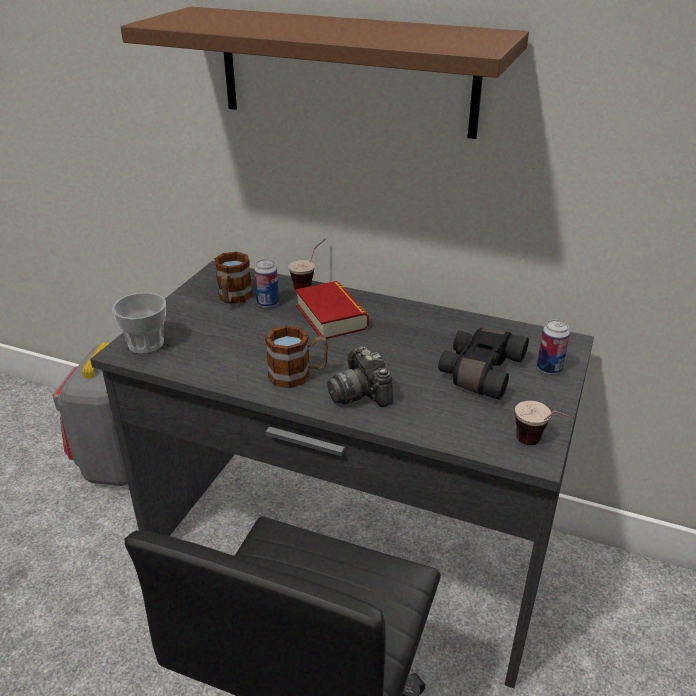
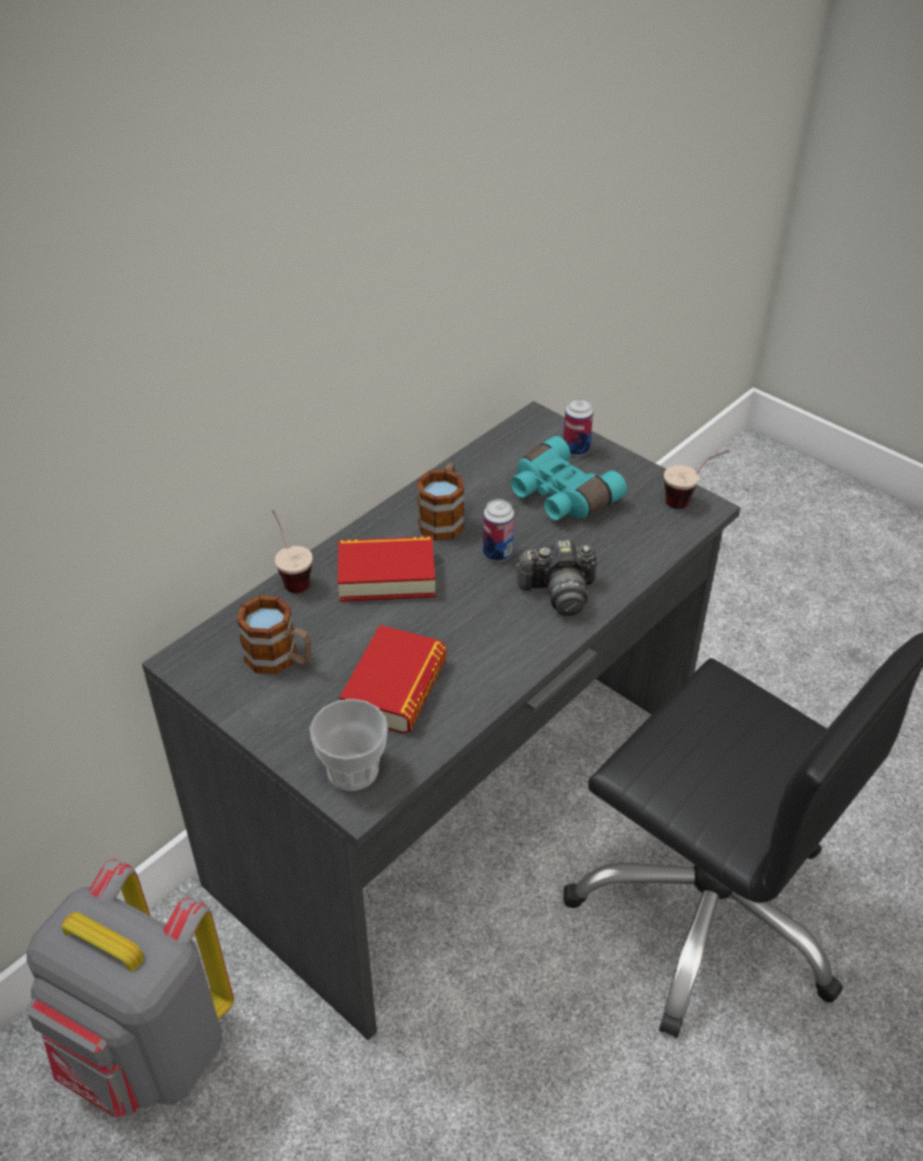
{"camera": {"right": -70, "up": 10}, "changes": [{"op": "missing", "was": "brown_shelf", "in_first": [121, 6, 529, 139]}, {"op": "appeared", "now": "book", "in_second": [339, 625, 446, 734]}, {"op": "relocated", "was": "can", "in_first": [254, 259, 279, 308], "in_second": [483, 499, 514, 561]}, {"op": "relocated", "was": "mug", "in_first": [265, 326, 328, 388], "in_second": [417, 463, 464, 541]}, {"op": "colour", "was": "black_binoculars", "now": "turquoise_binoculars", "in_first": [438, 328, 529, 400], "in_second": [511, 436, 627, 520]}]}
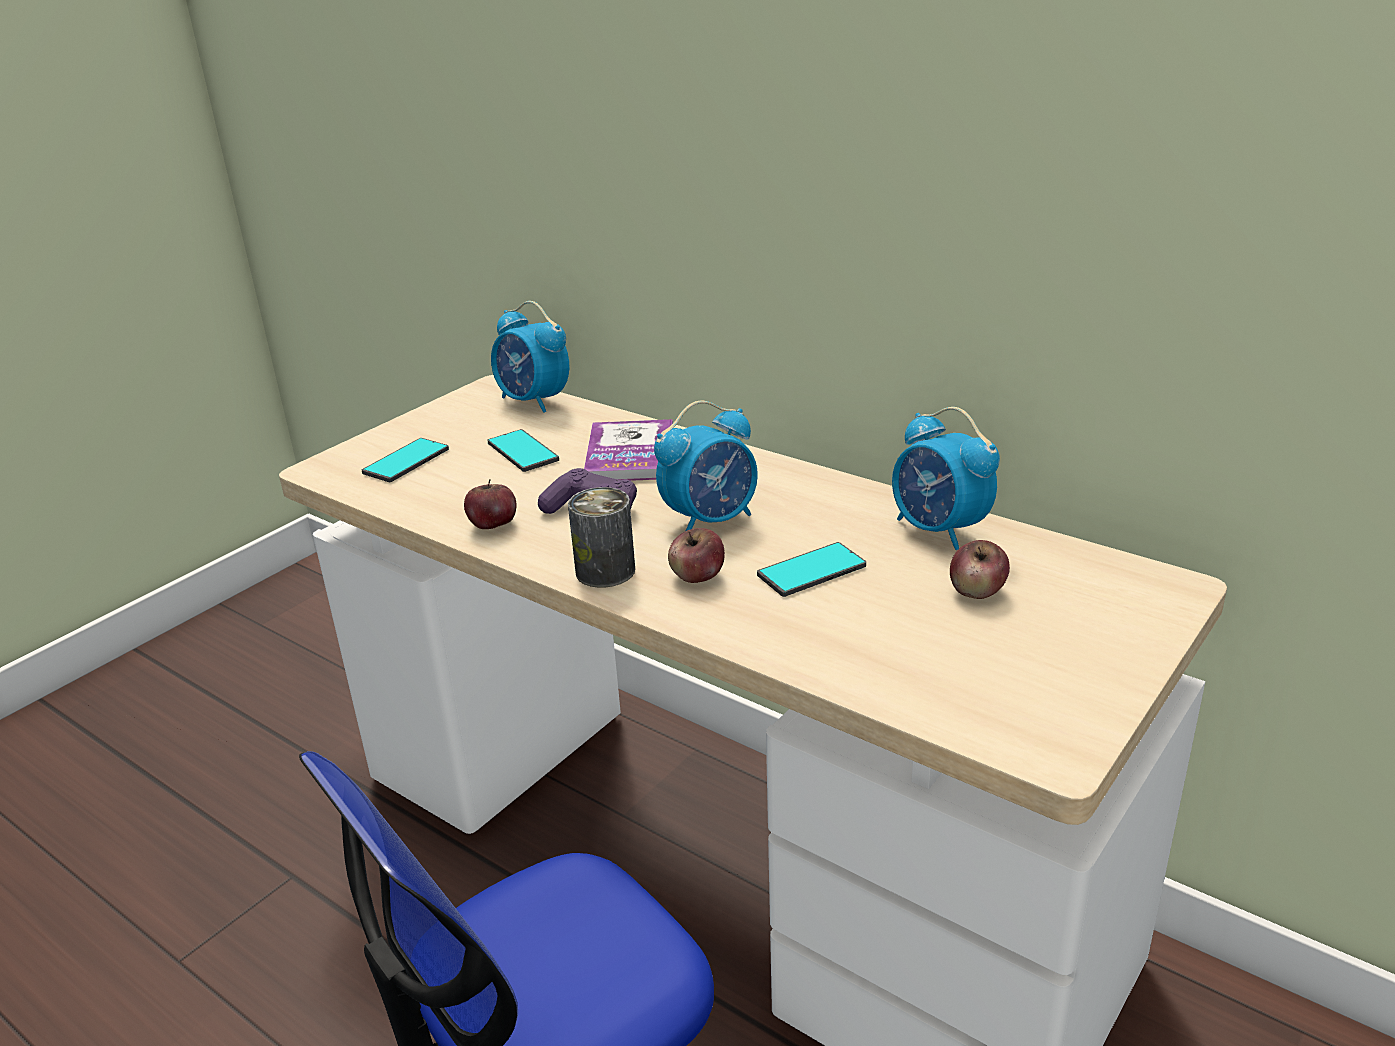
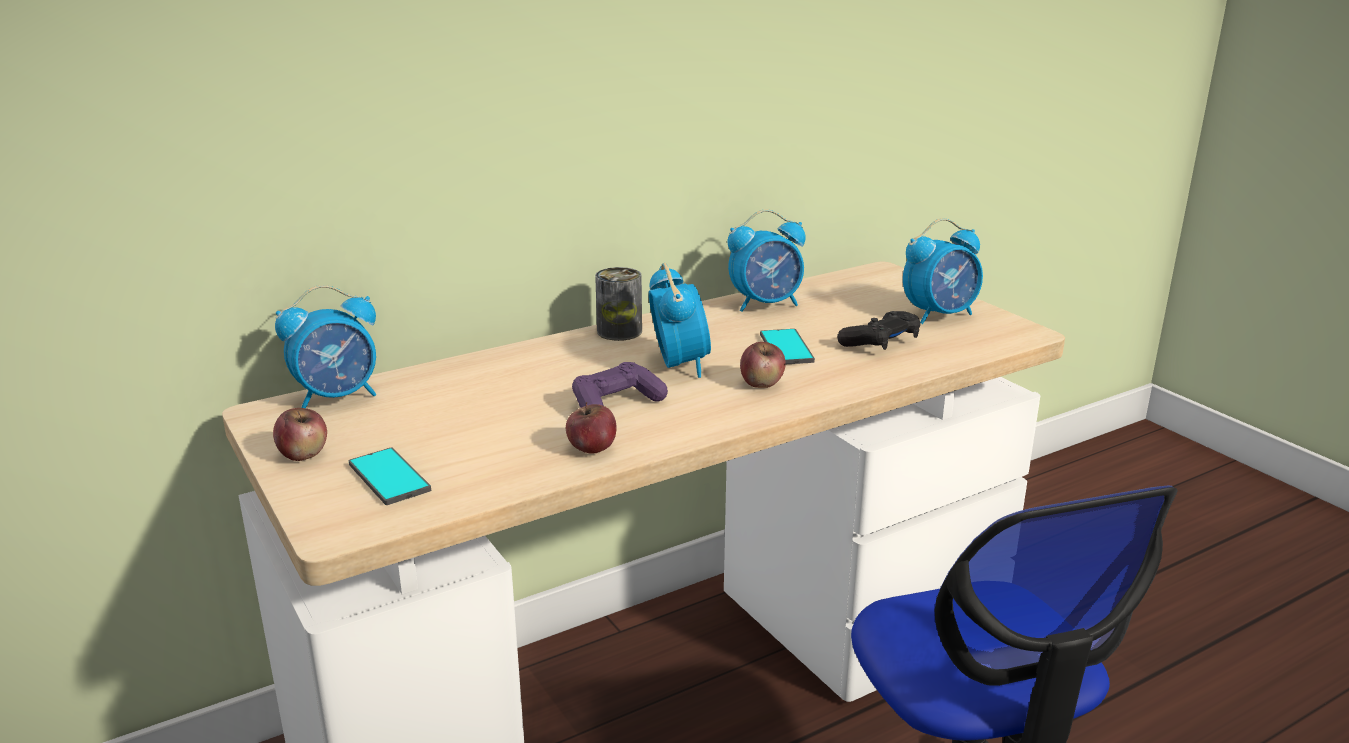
{"camera": {"right": -70, "up": -5}, "changes": [{"op": "missing", "was": "phone", "in_first": [487, 429, 559, 472]}, {"op": "missing", "was": "book", "in_first": [584, 419, 673, 481]}, {"op": "appeared", "now": "black_game_controller", "in_second": [837, 311, 920, 350]}, {"op": "appeared", "now": "alarm_clock", "in_second": [903, 218, 983, 324]}, {"op": "relocated", "was": "can", "in_first": [568, 487, 635, 588], "in_second": [595, 267, 642, 341]}, {"op": "relocated", "was": "apple", "in_first": [950, 540, 1010, 599], "in_second": [273, 408, 327, 461]}]}
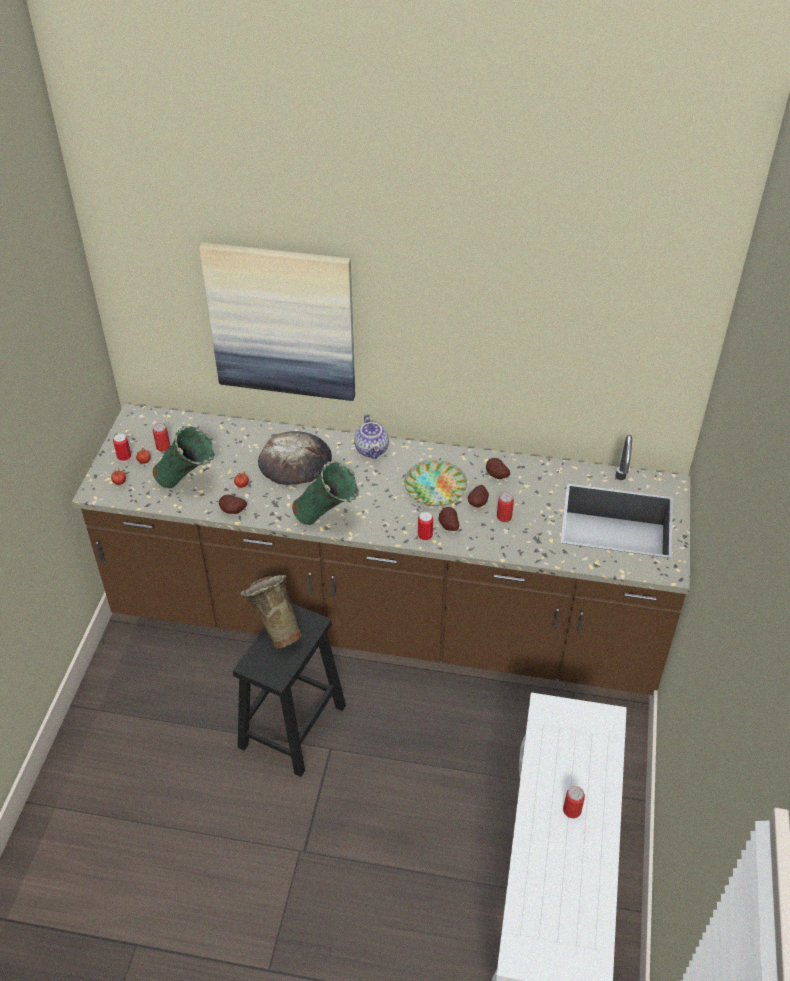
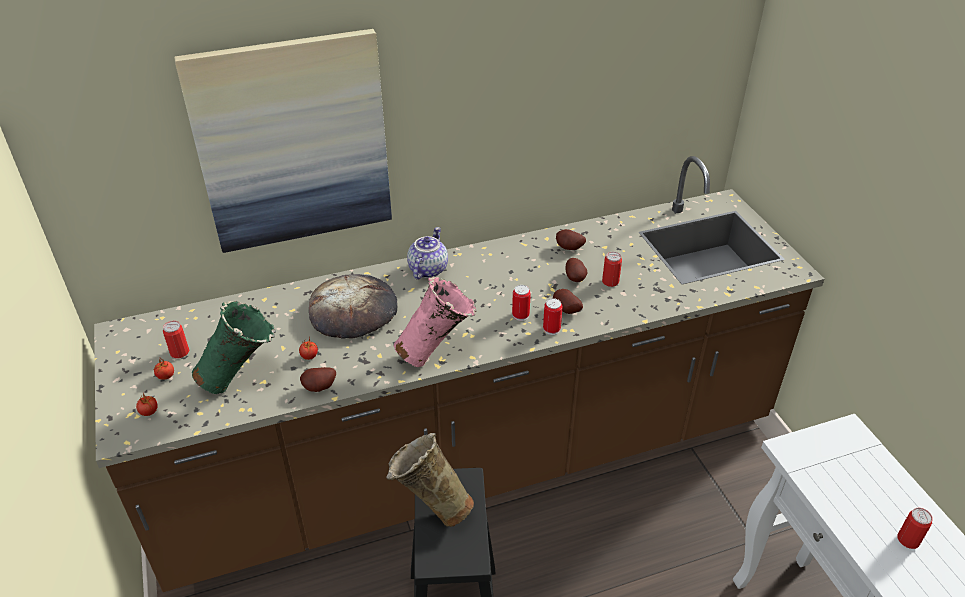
{"camera": {"right": -30, "up": -5}, "changes": [{"op": "missing", "was": "plate", "in_first": [404, 460, 467, 506]}, {"op": "relocated", "was": "can", "in_first": [113, 434, 131, 462], "in_second": [512, 285, 531, 321]}, {"op": "colour", "was": "green_vase", "now": "pink_vase", "in_first": [292, 461, 359, 525], "in_second": [394, 277, 477, 367]}, {"op": "spun", "was": "teapot", "in_first": [354, 415, 389, 459], "in_second": [407, 227, 448, 280], "clockwise": -120}]}
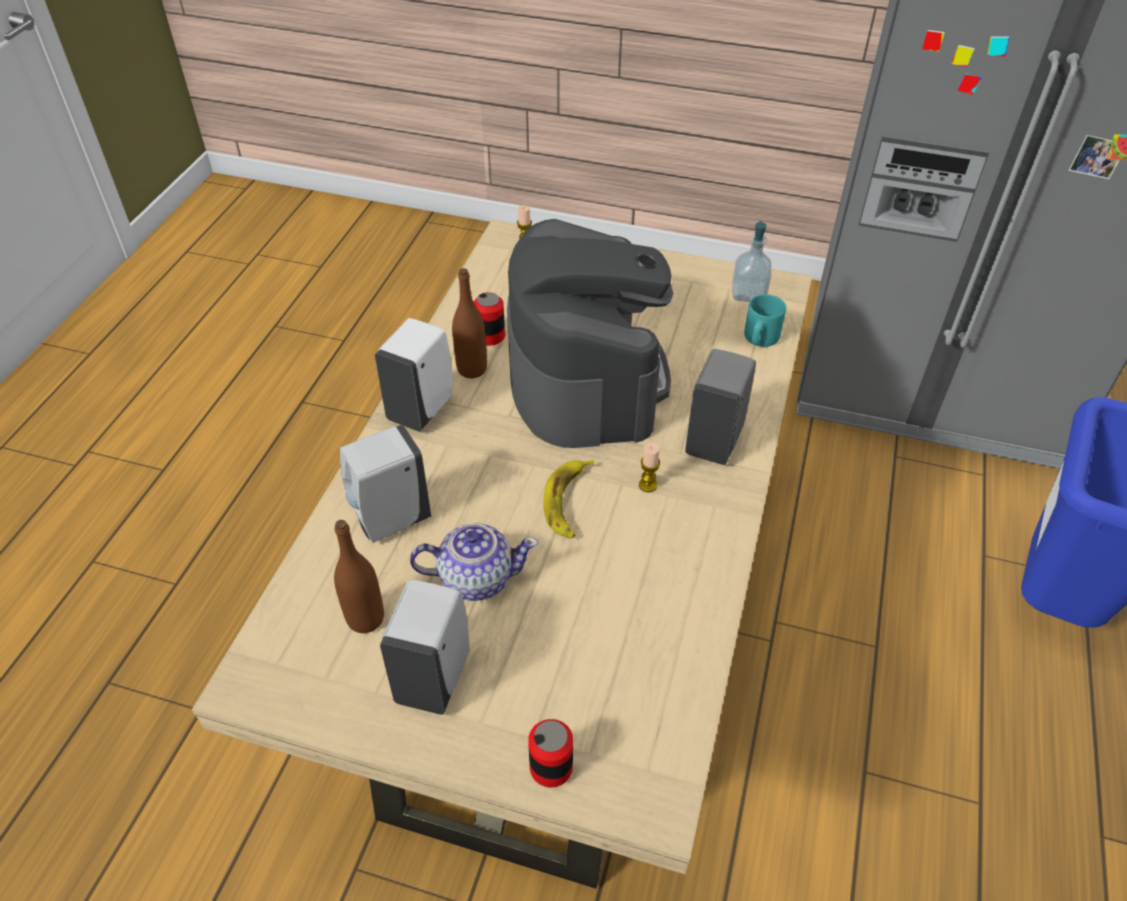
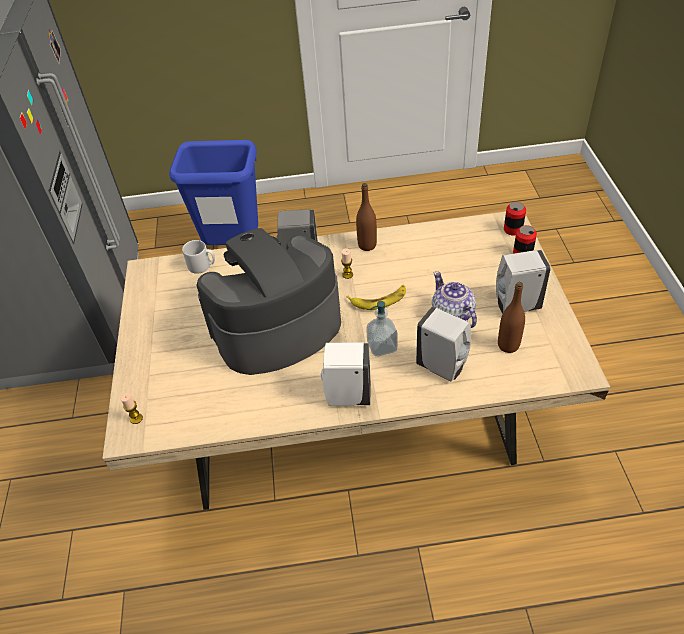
{"camera": {"right": -110, "up": 0}, "changes": [{"op": "relocated", "was": "brown_bottle", "in_first": [452, 268, 487, 378], "in_second": [356, 183, 377, 251]}, {"op": "relocated", "was": "can", "in_first": [474, 292, 505, 345], "in_second": [504, 202, 526, 236]}, {"op": "relocated", "was": "soap_dispenser", "in_first": [732, 221, 771, 302], "in_second": [366, 301, 398, 356]}, {"op": "colour", "was": "turquoise_mug", "now": "grey_mug", "in_first": [744, 294, 786, 347], "in_second": [182, 240, 215, 274]}]}
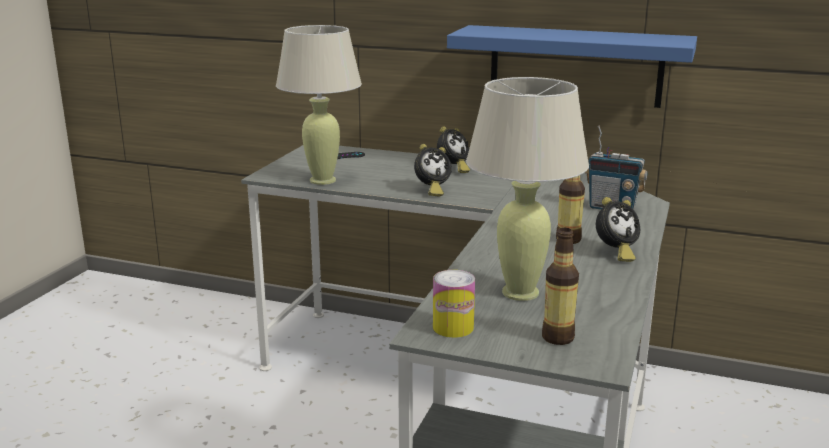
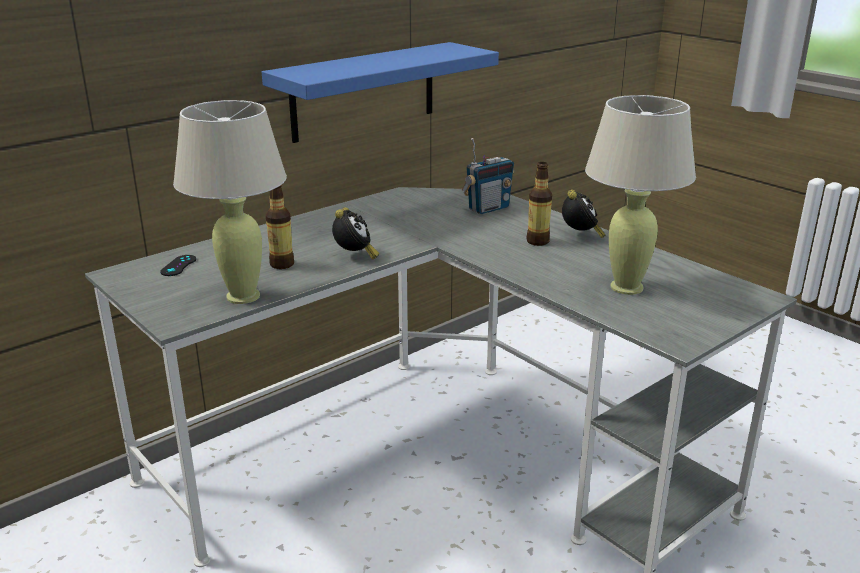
{"camera": {"right": -60, "up": 5}, "changes": [{"op": "missing", "was": "can", "in_first": [433, 270, 475, 338]}, {"op": "missing", "was": "alarm_clock", "in_first": [437, 126, 470, 173]}, {"op": "relocated", "was": "bottle", "in_first": [542, 228, 579, 345], "in_second": [266, 185, 294, 269]}]}
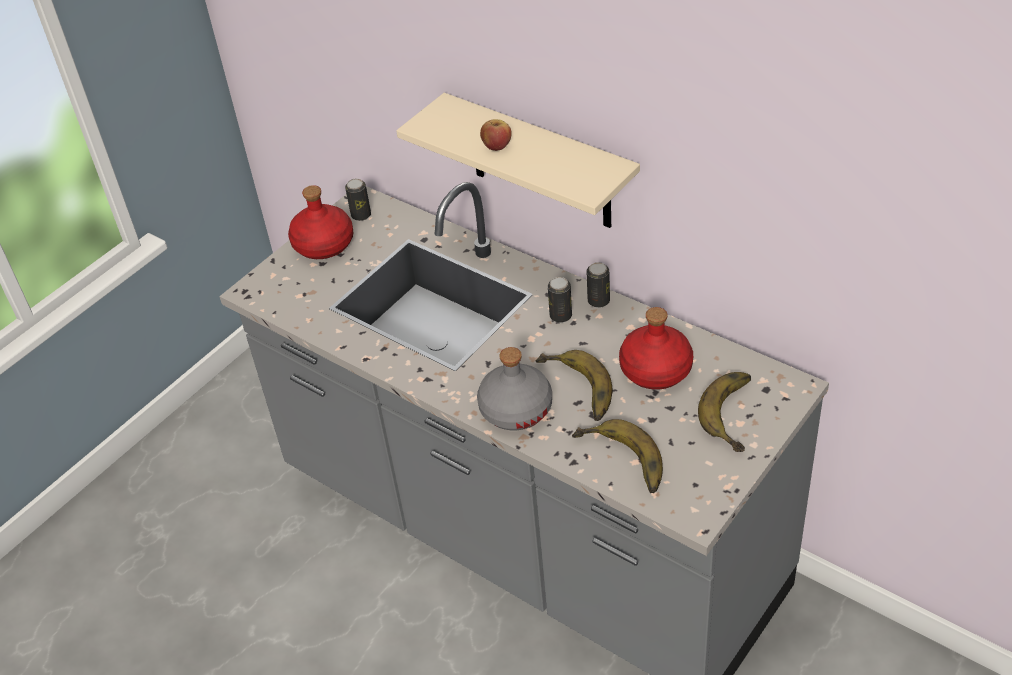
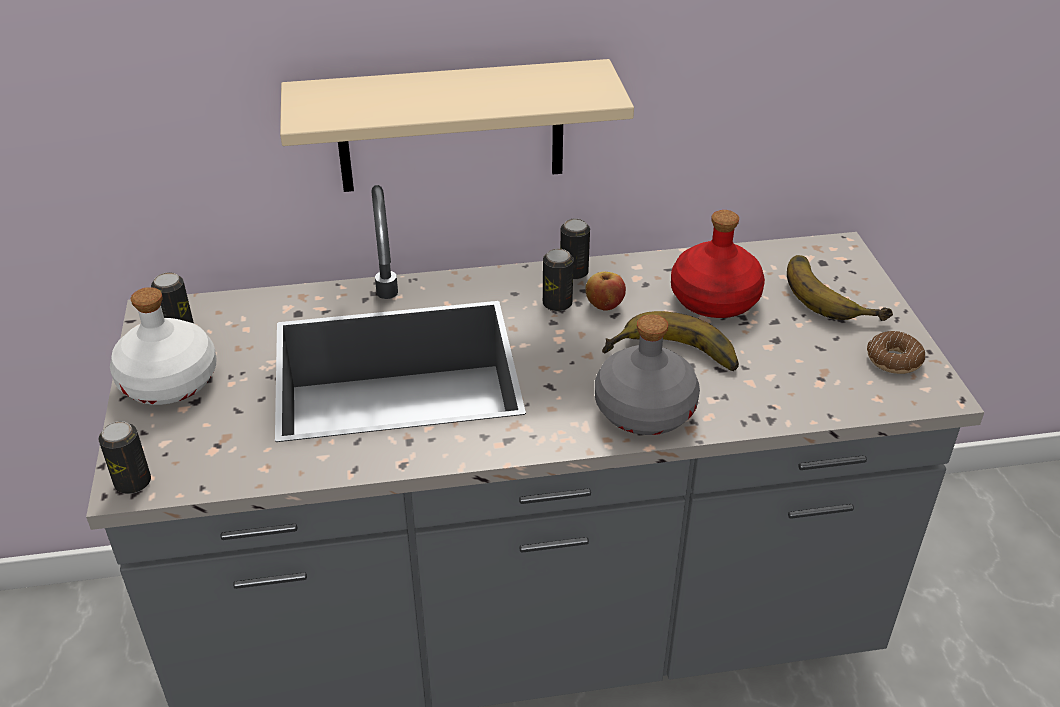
{"camera": {"right": -50, "up": -5}, "changes": [{"op": "missing", "was": "banana", "in_first": [572, 419, 663, 493]}, {"op": "appeared", "now": "can", "in_second": [99, 421, 151, 494]}, {"op": "appeared", "now": "donut", "in_second": [867, 331, 925, 374]}, {"op": "relocated", "was": "apple", "in_first": [480, 119, 512, 151], "in_second": [585, 272, 626, 311]}, {"op": "colour", "was": "red_bottle", "now": "white_bottle", "in_first": [288, 185, 354, 259], "in_second": [110, 287, 216, 405]}]}
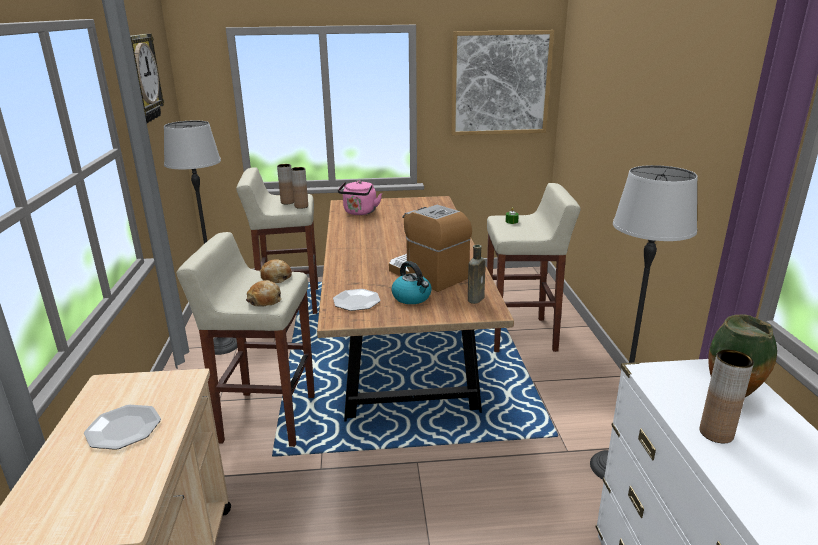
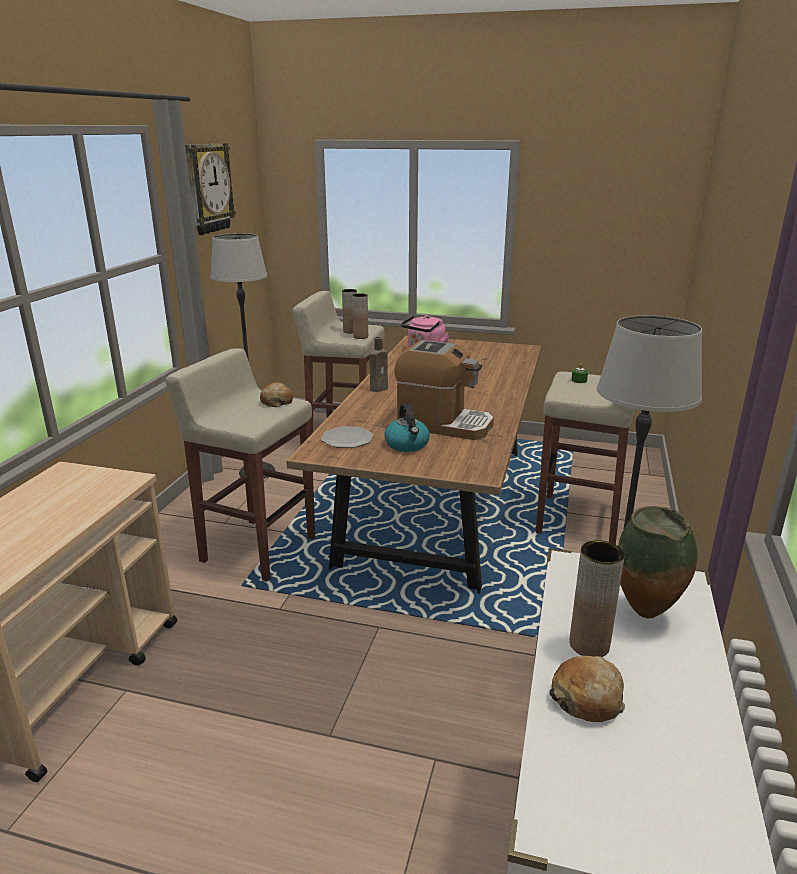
{"camera": {"right": 20, "up": 0}, "changes": [{"op": "missing", "was": "plate", "in_first": [84, 405, 161, 450]}, {"op": "missing", "was": "picture", "in_first": [451, 30, 554, 135]}, {"op": "relocated", "was": "bread", "in_first": [246, 280, 281, 307], "in_second": [550, 656, 625, 722]}, {"op": "relocated", "was": "brown_bottle", "in_first": [468, 245, 485, 304], "in_second": [369, 337, 388, 392]}, {"op": "spun", "was": "coffee_machine", "in_first": [389, 205, 472, 292], "in_second": [395, 340, 494, 440], "clockwise": 135}]}
